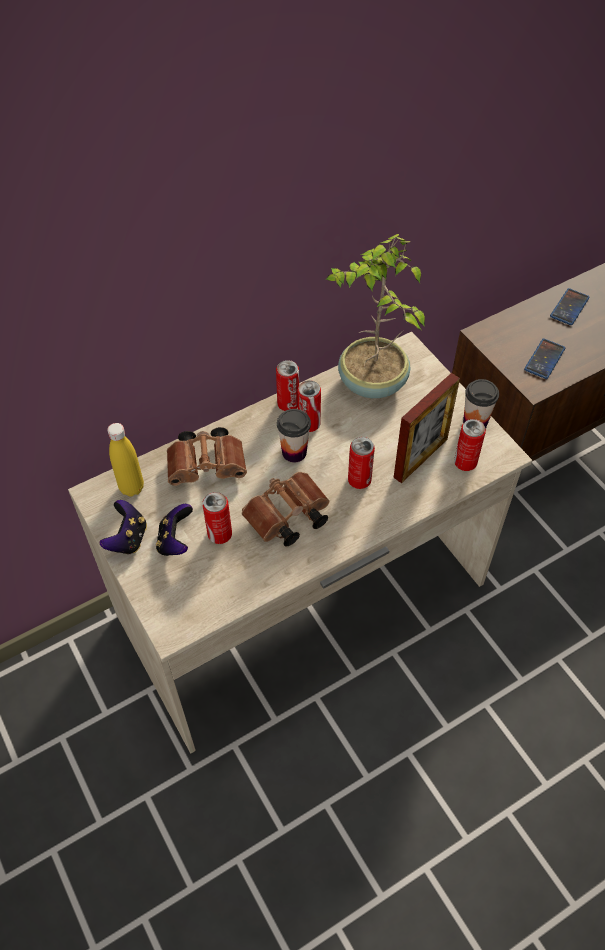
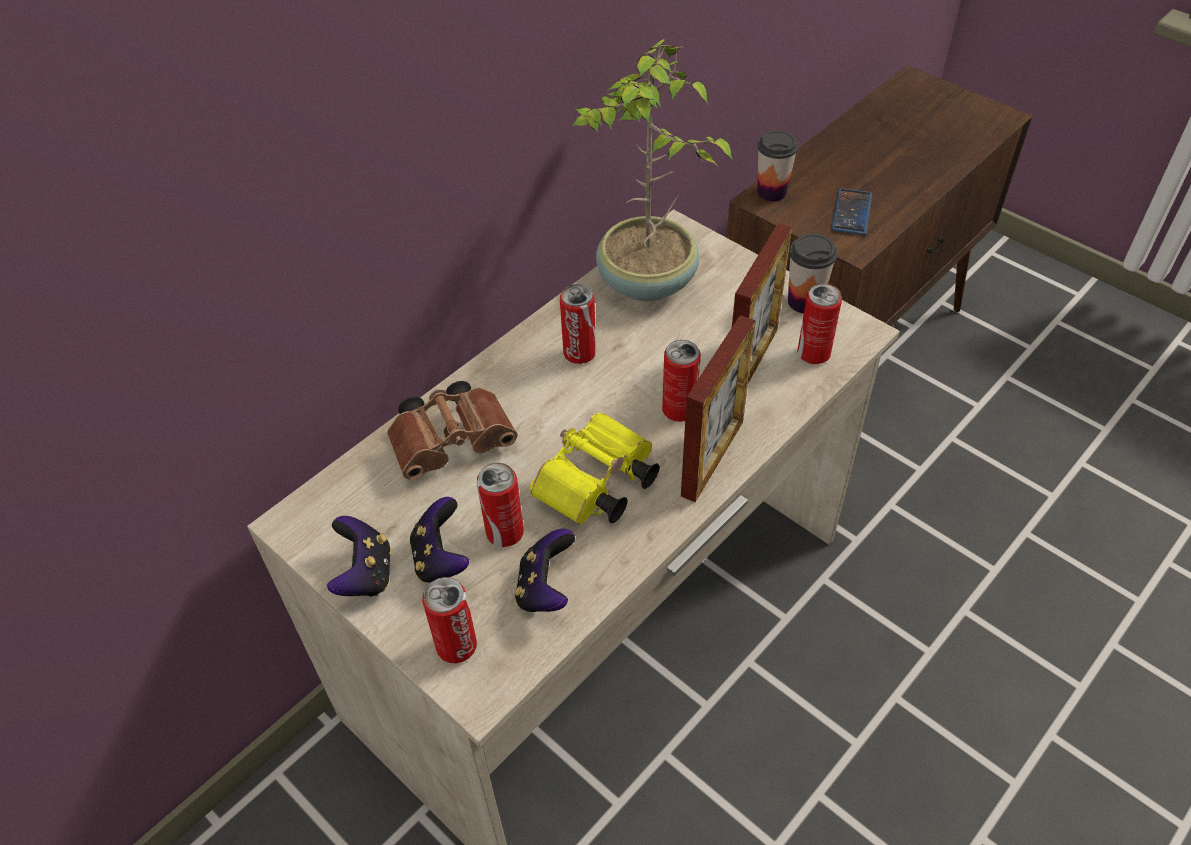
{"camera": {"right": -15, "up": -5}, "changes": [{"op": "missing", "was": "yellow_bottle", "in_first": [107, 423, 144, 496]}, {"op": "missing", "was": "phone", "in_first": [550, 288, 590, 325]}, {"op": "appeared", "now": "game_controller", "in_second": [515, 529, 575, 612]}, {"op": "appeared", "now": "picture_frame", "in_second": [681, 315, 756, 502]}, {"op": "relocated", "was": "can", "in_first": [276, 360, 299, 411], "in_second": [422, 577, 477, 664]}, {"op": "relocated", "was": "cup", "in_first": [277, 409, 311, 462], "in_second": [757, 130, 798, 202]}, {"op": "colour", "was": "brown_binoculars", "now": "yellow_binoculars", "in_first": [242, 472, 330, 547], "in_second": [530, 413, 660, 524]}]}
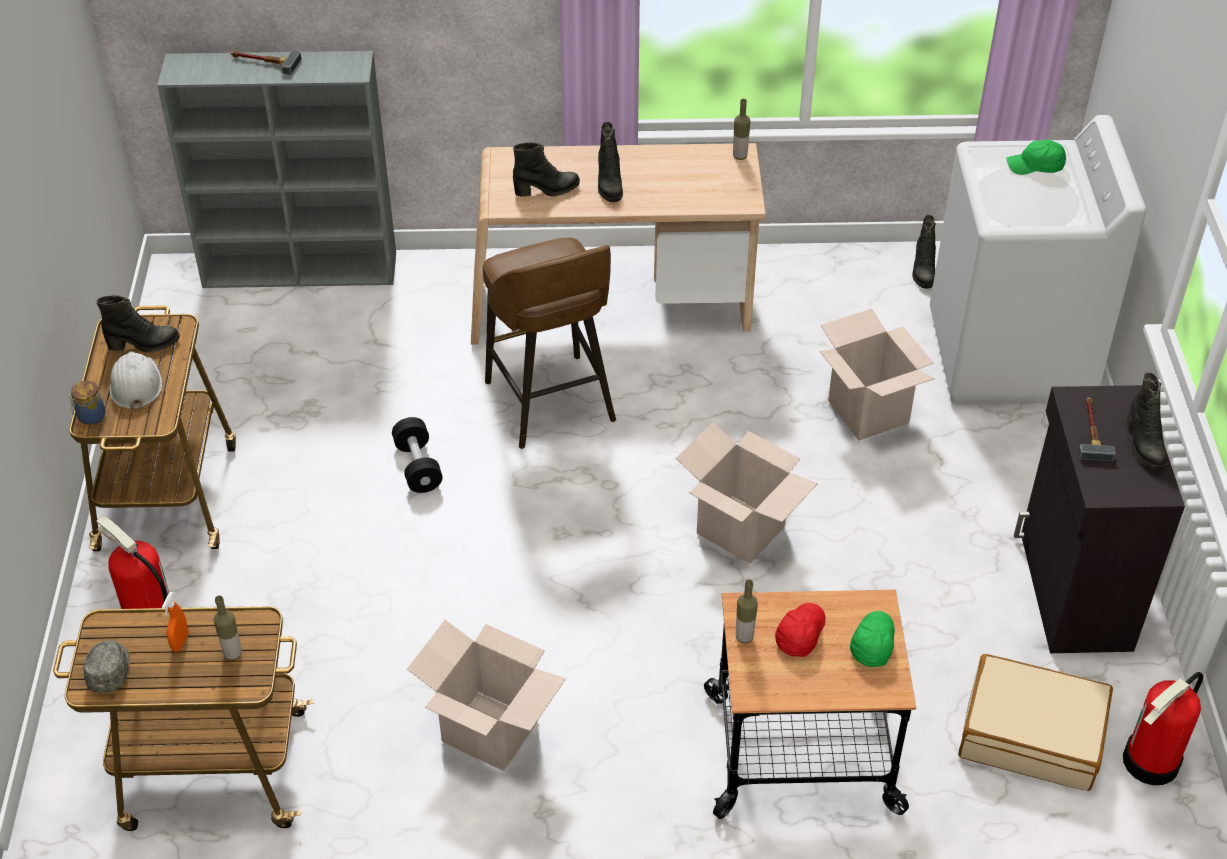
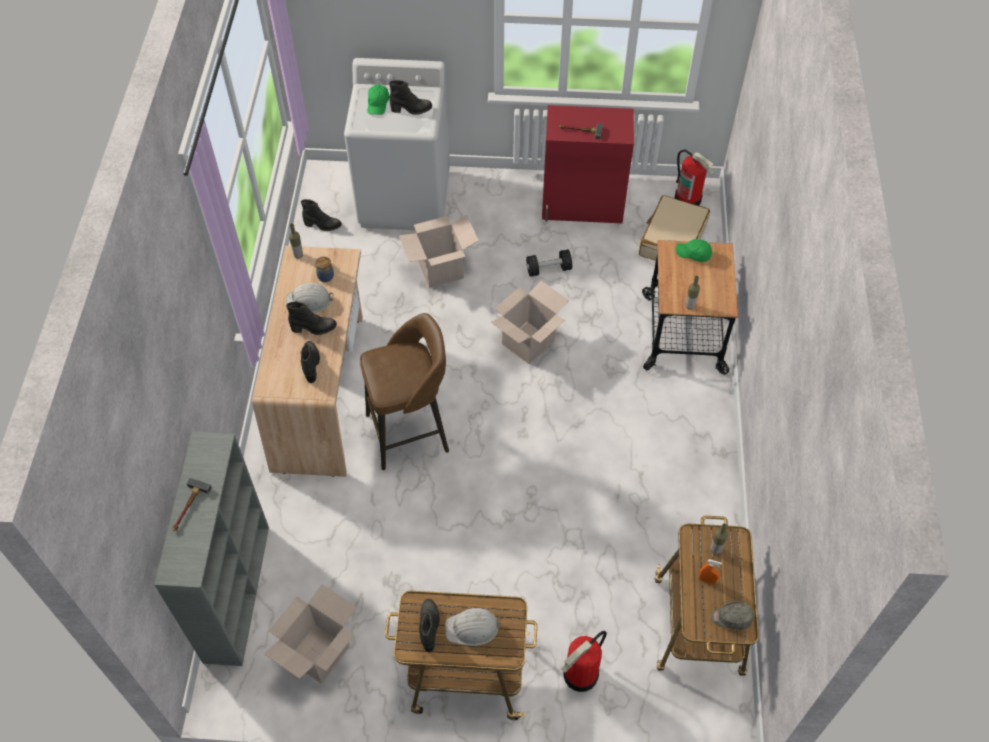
{"camera": {"right": -85, "up": 10}, "changes": [{"op": "missing", "was": "red_cap", "in_first": [775, 603, 826, 657]}, {"op": "appeared", "now": "white_hard_hat", "in_second": [286, 283, 333, 313]}, {"op": "relocated", "was": "jar", "in_first": [68, 381, 106, 425], "in_second": [315, 257, 334, 282]}, {"op": "relocated", "was": "black_dumbbell", "in_first": [392, 417, 443, 493], "in_second": [526, 250, 572, 277]}, {"op": "relocated", "was": "cardboard_box", "in_first": [407, 620, 566, 771], "in_second": [264, 584, 357, 684]}, {"op": "relocated", "was": "black_boot", "in_first": [1127, 372, 1167, 470], "in_second": [389, 80, 432, 115]}, {"op": "colour", "was": "black_cabinet", "now": "red_cabinet", "in_first": [1014, 385, 1185, 653], "in_second": [542, 105, 634, 223]}]}
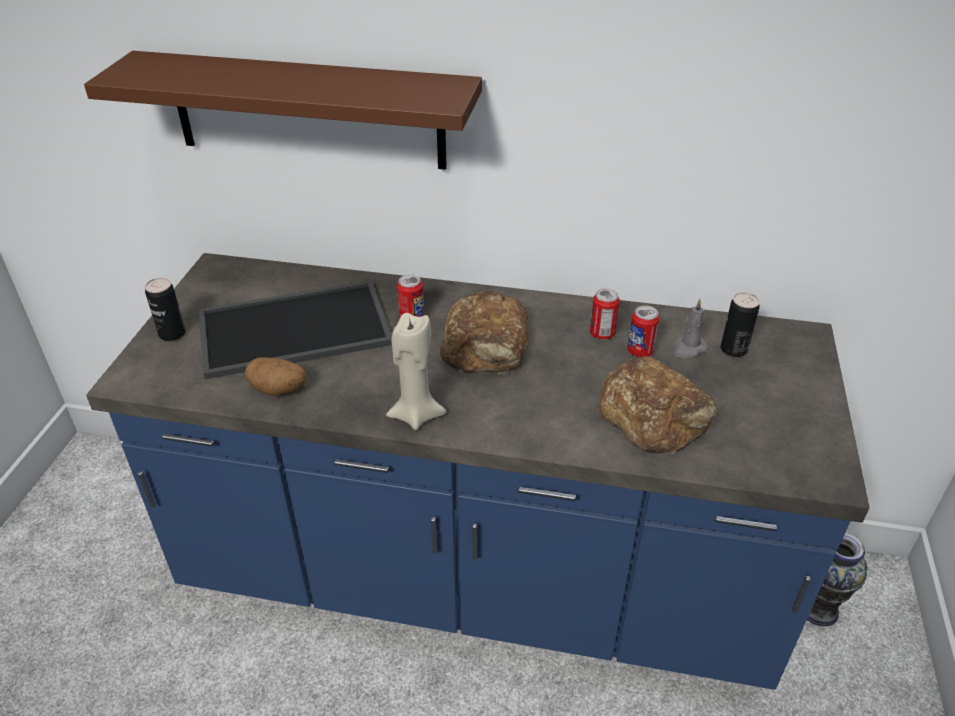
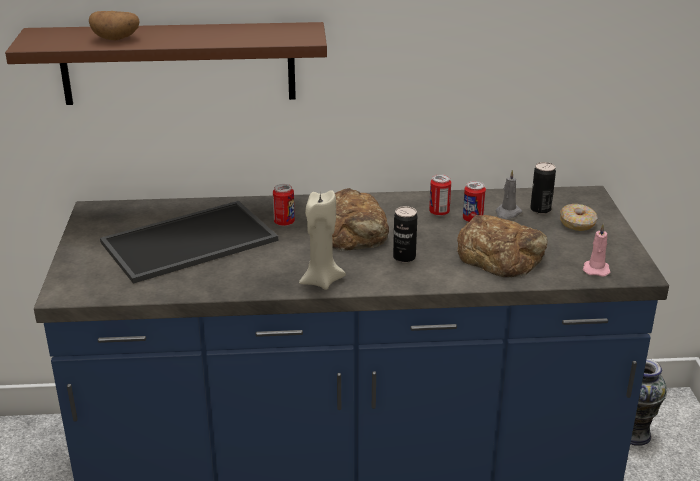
{"camera": {"right": -15, "up": -10}, "changes": [{"op": "appeared", "now": "donut", "in_second": [560, 204, 598, 231]}, {"op": "appeared", "now": "pink_candle", "in_second": [583, 224, 610, 277]}, {"op": "relocated", "was": "can", "in_first": [145, 278, 186, 341], "in_second": [393, 206, 417, 263]}, {"op": "relocated", "was": "potato", "in_first": [245, 357, 306, 396], "in_second": [89, 11, 139, 40]}]}
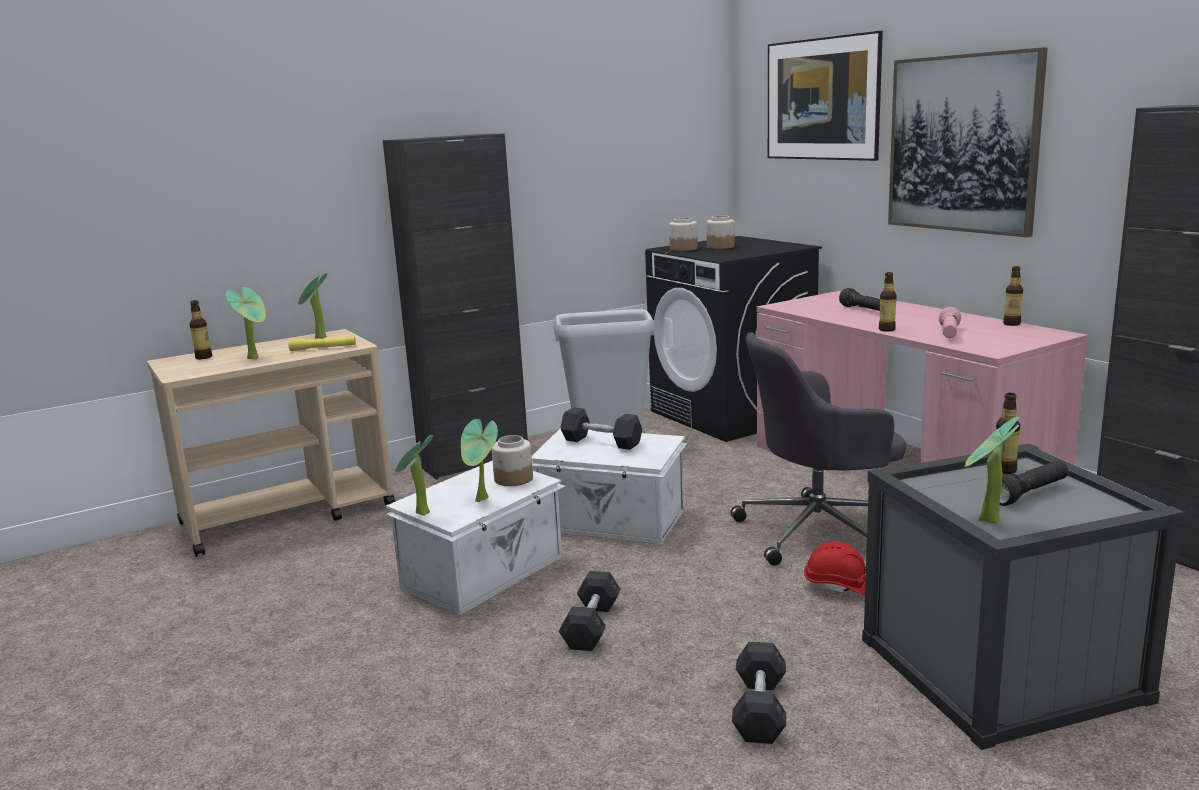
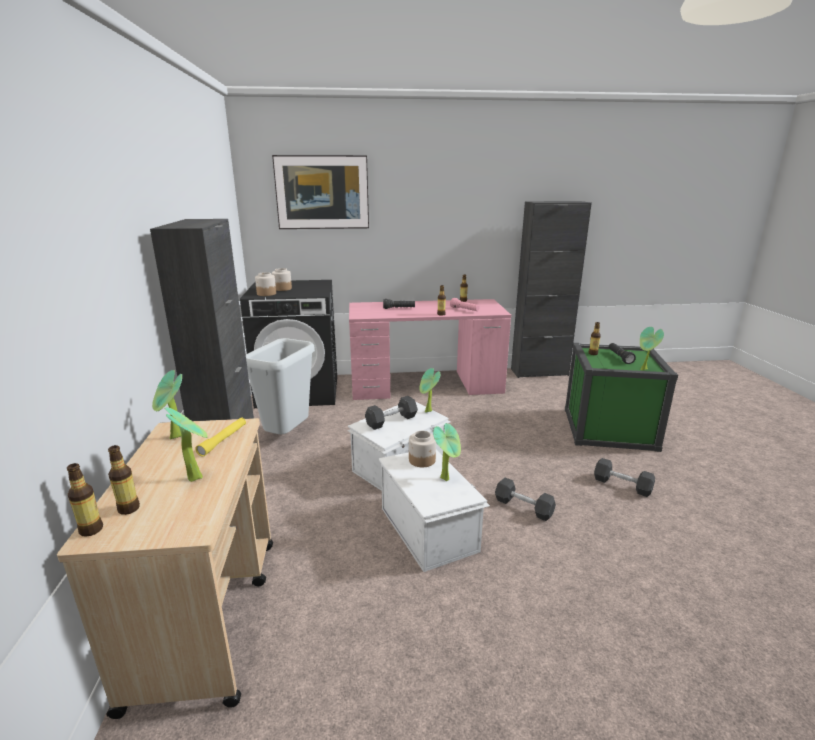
{"camera": {"right": -65, "up": 5}, "changes": [{"op": "missing", "was": "grey_office_chair", "in_first": [731, 332, 906, 566]}, {"op": "missing", "was": "red_hard_hat", "in_first": [802, 541, 866, 596]}, {"op": "missing", "was": "picture", "in_first": [888, 48, 1048, 237]}, {"op": "appeared", "now": "bottle", "in_second": [67, 463, 103, 537]}, {"op": "relocated", "was": "potted_plant", "in_first": [396, 435, 433, 516], "in_second": [419, 368, 440, 412]}, {"op": "colour", "was": "grey_storage_box", "now": "green_storage_box", "in_first": [862, 443, 1185, 750], "in_second": [565, 343, 678, 452]}]}
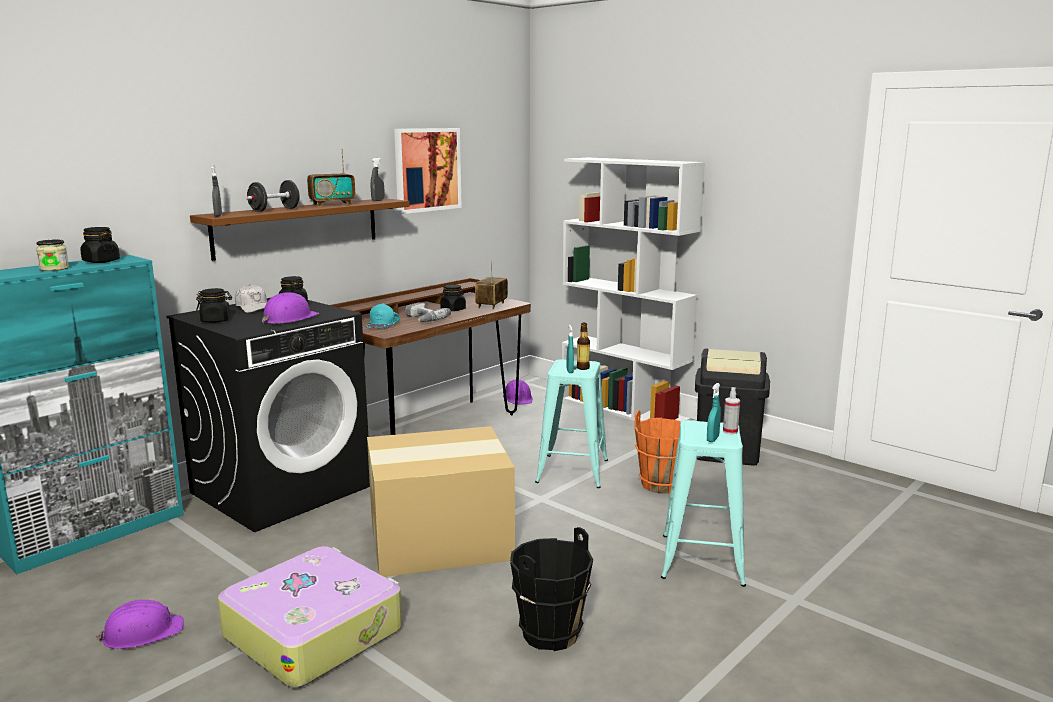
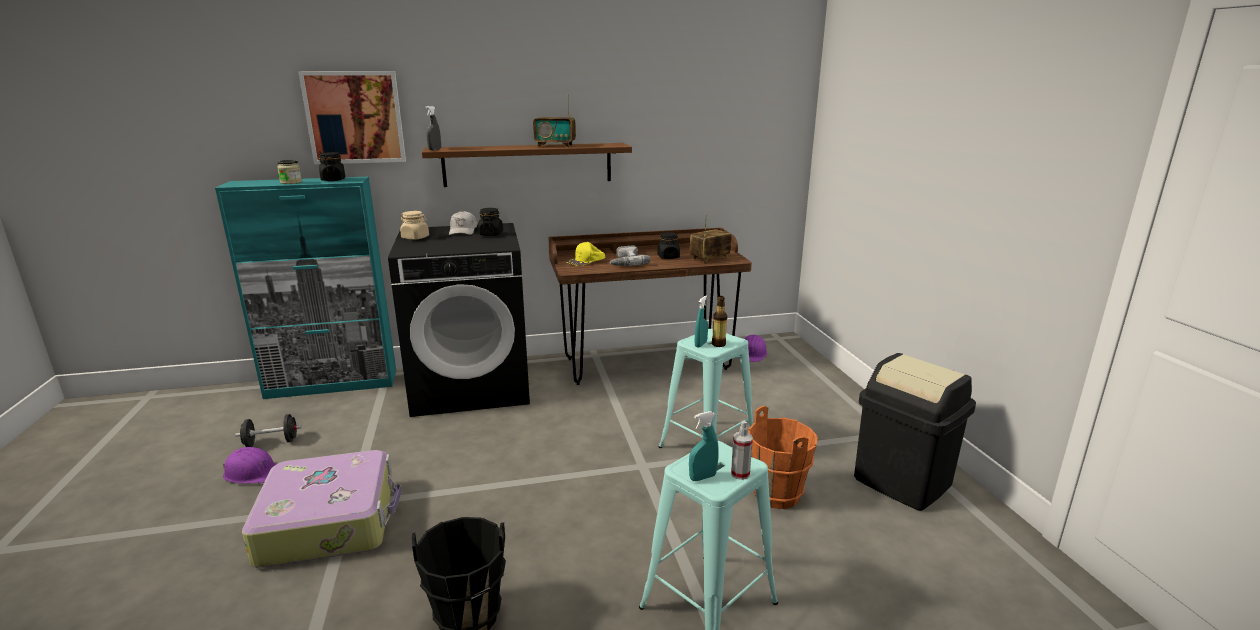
{"camera": {"right": 35, "up": 5}, "changes": [{"op": "missing", "was": "purple_hard_hat", "in_first": [262, 292, 319, 323]}, {"op": "missing", "was": "cardboard_box", "in_first": [367, 426, 515, 577]}, {"op": "missing", "was": "grey_spray_bottle", "in_first": [370, 158, 384, 201]}, {"op": "missing", "was": "white_bookcase", "in_first": [562, 158, 705, 422]}, {"op": "relocated", "was": "black_dumbbell", "in_first": [246, 180, 300, 212], "in_second": [235, 414, 302, 447]}, {"op": "relocated", "was": "picture", "in_first": [394, 128, 462, 214], "in_second": [298, 71, 406, 164]}, {"op": "colour", "was": "black_jar", "now": "beige_jar", "in_first": [196, 288, 232, 323], "in_second": [400, 211, 429, 240]}, {"op": "colour", "was": "turquoise_cap", "now": "yellow_cap", "in_first": [365, 303, 400, 329], "in_second": [566, 242, 605, 266]}]}
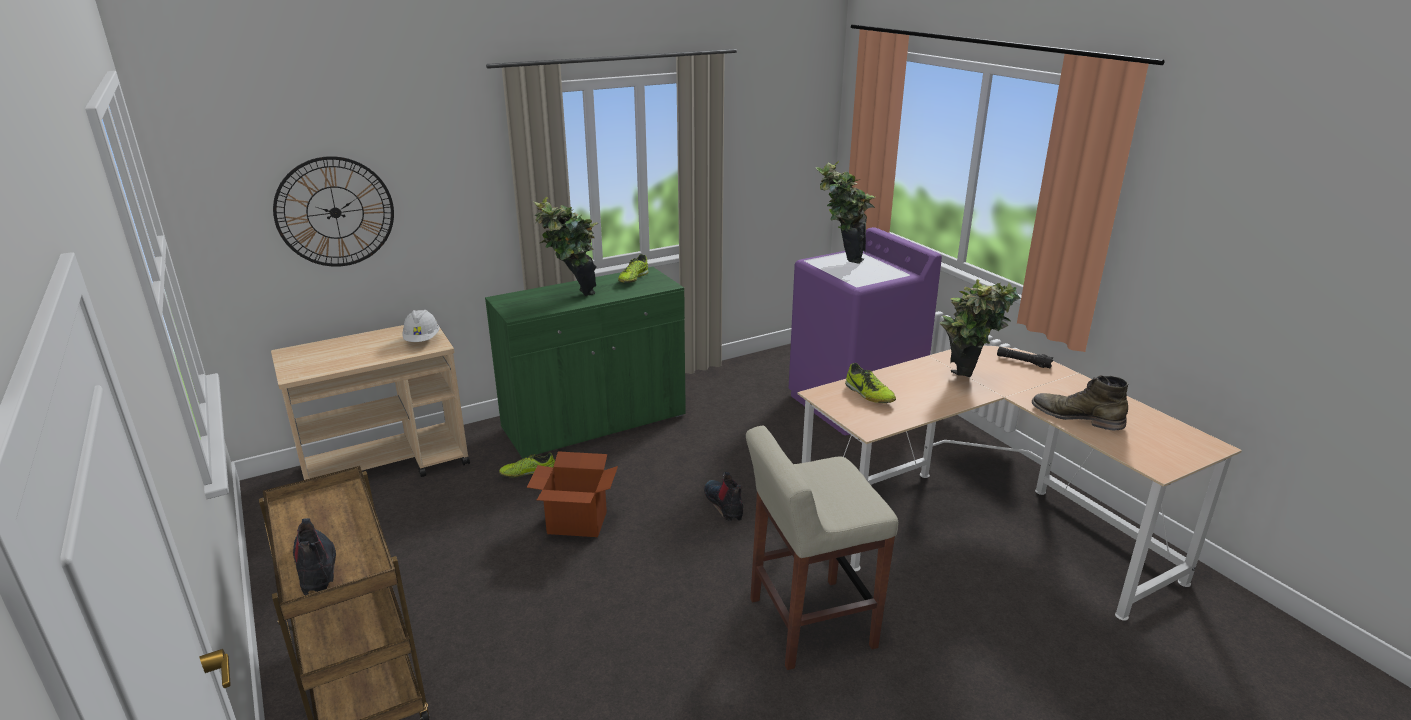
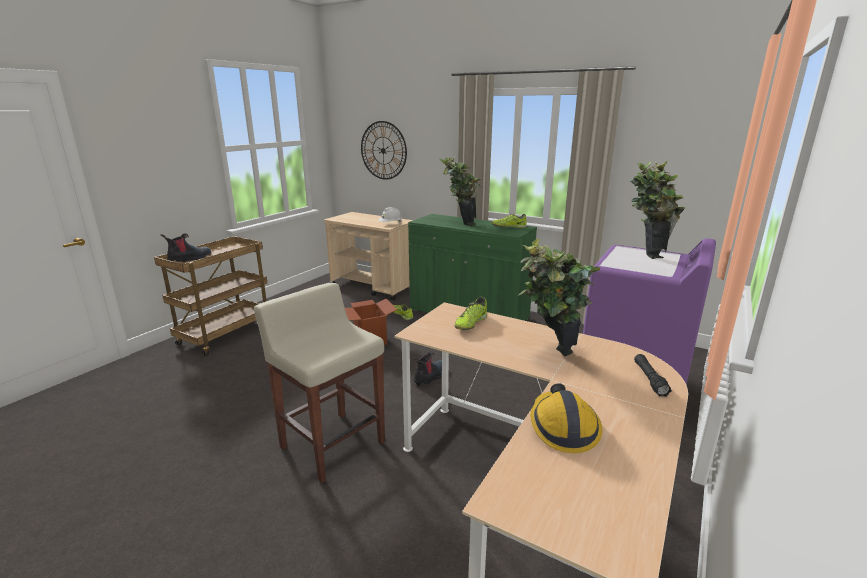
{"camera": {"right": 60, "up": -5}, "changes": [{"op": "exchanged", "was": "green_boot", "now": "hard_hat", "in_first": [1032, 375, 1128, 430], "in_second": [530, 383, 602, 453]}]}
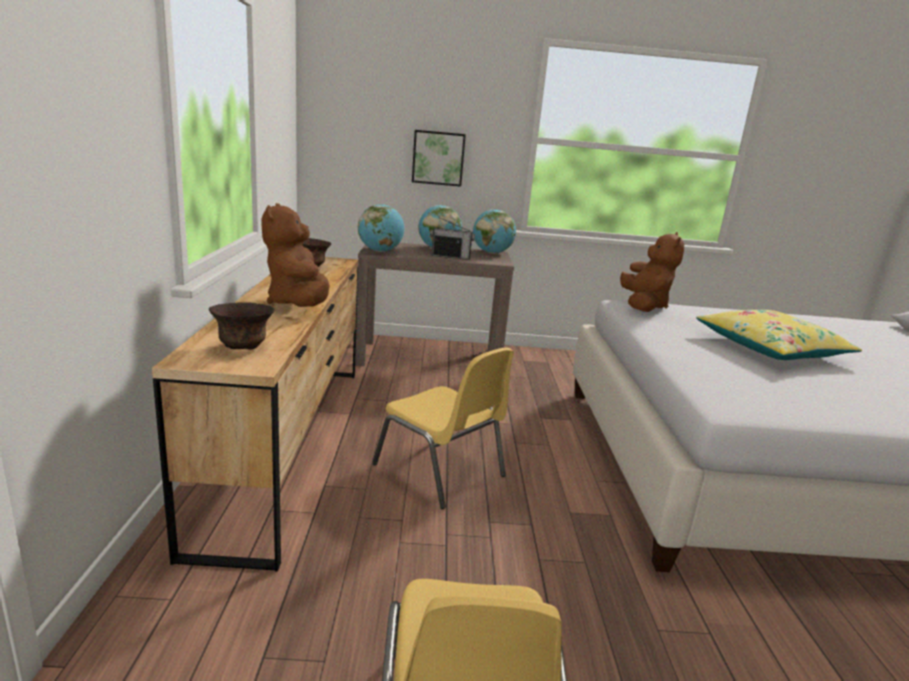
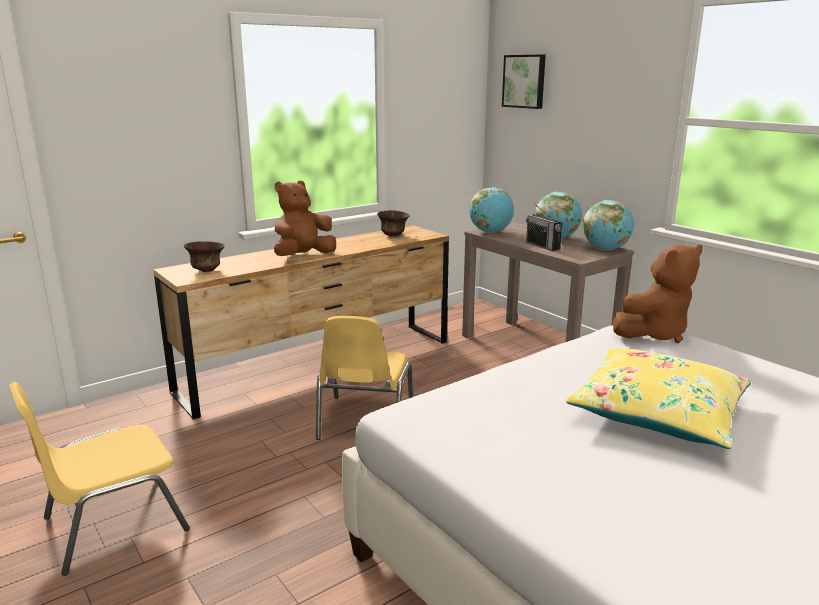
{"camera": {"right": 55, "up": 0}, "changes": [{"op": "relocated", "was": "picture", "in_first": [412, 130, 466, 187], "in_second": [502, 54, 546, 109]}]}
